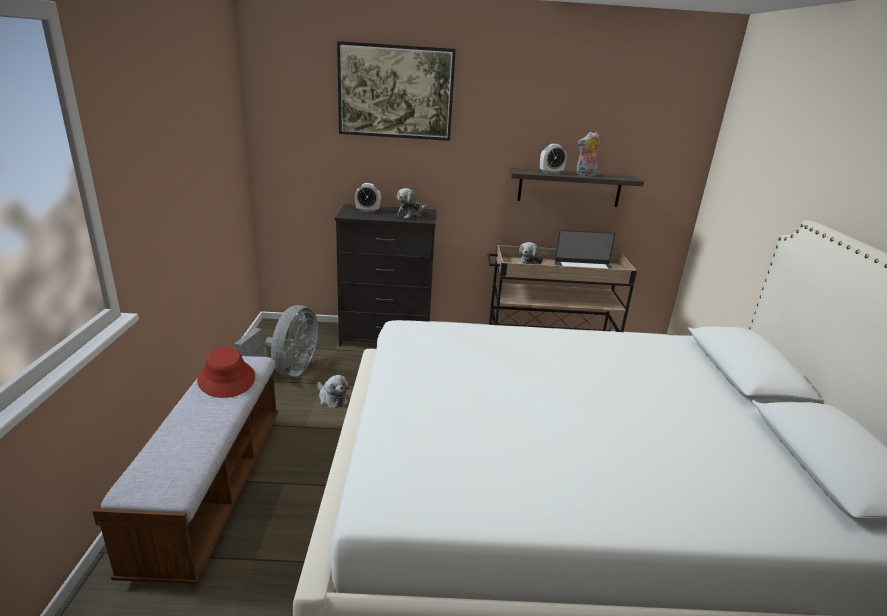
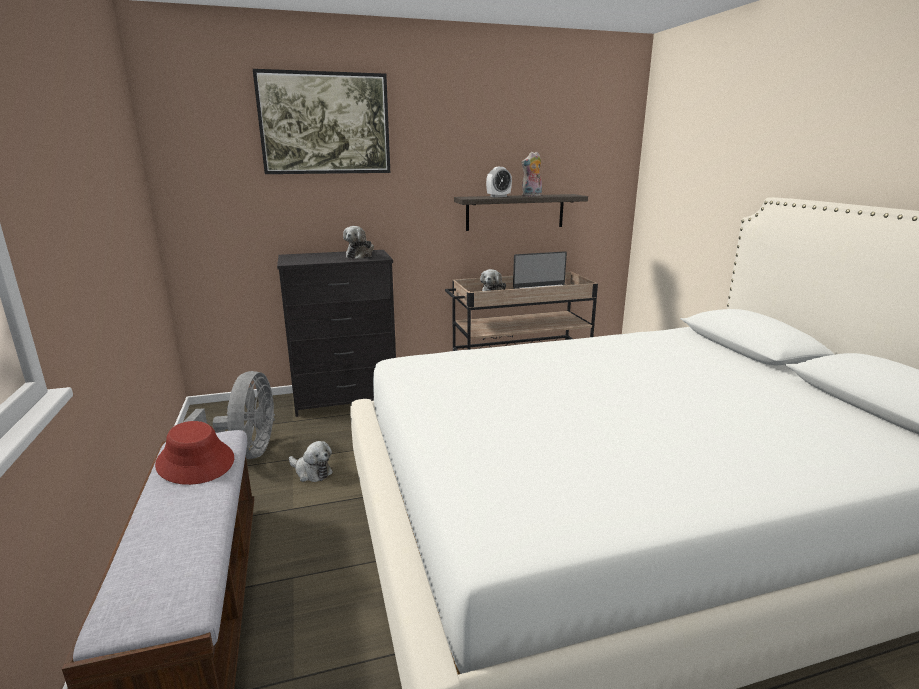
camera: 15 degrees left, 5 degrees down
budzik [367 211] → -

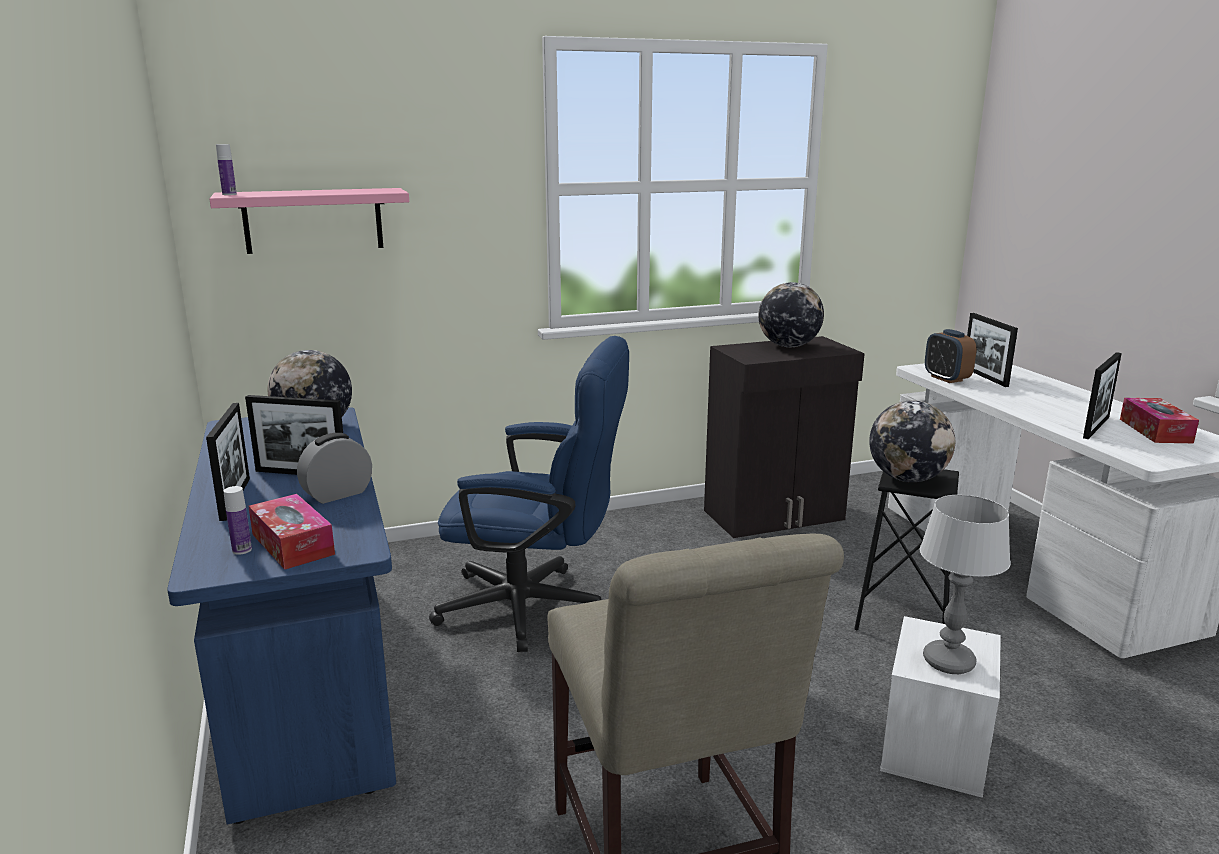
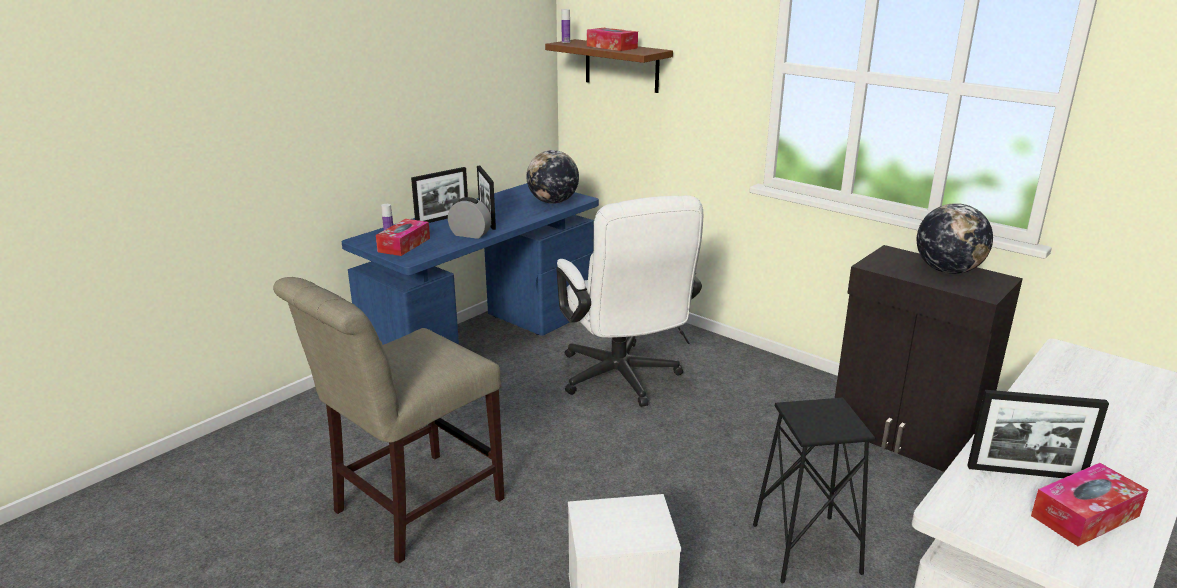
camera: 60 degrees right, 5 degrees up
półka/różowy [313 220] → półka/brązowy [621 66]
ramka na zdjęcie [985 377] → -
budzik [946 378] → -
krzesło biurowe/niebieski [536 608] → krzesło biurowe/biały [623 381]
globus [907 479] → -
lampa stołowa [947 661] → -
- → pudełko chusteczek [612 47]

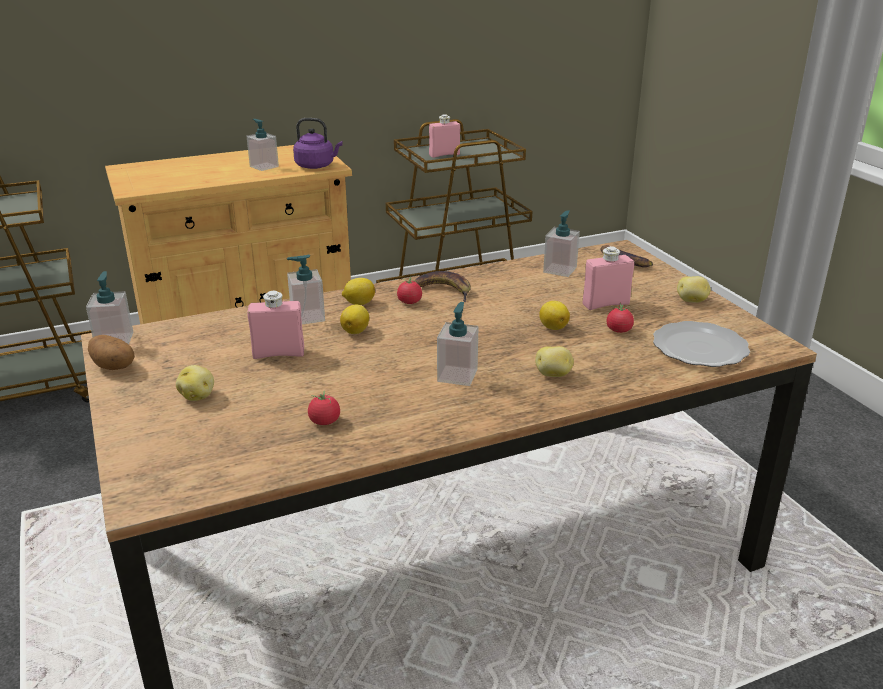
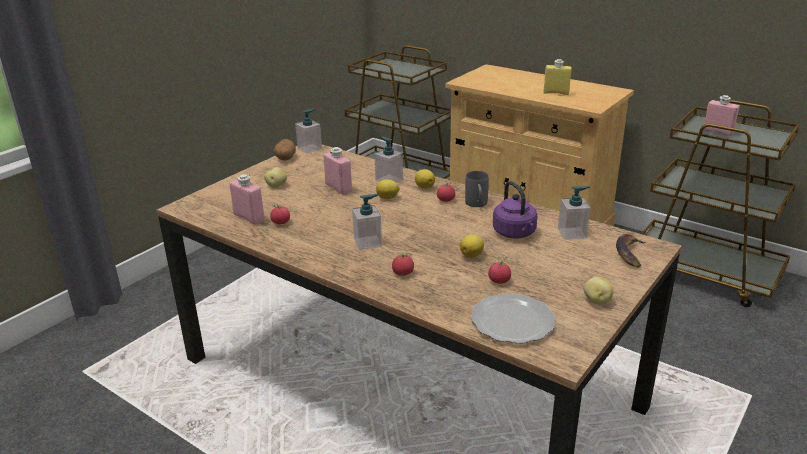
camera: 60 degrees right, 0 degrees up
czajnik/fioletowy [317 166] → czajnik/fioletowy [515 233], moved
dozownik mydła [264 166] → butelka/żółty [556 93]
butelka/różowy [605 304] → butelka/różowy [249 217], moved
banan [443 290] → kubek/szary [477 205]
ziemniak [553 375] → pomidor [403 273]

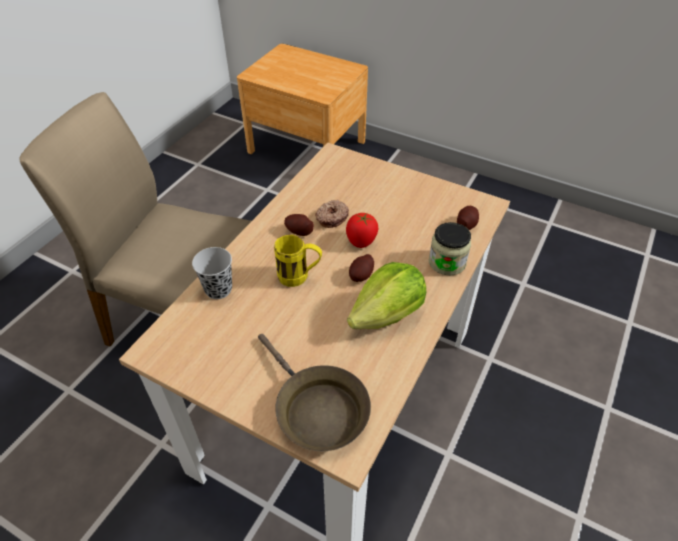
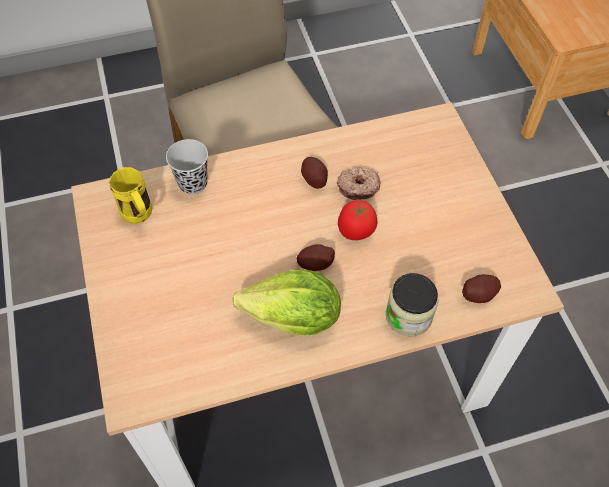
camera: 45 degrees right, 10 degrees up
kubek/żółty [299 278] → kubek/żółty [139 217], moved
patelnia/brązowy [317 409] → -

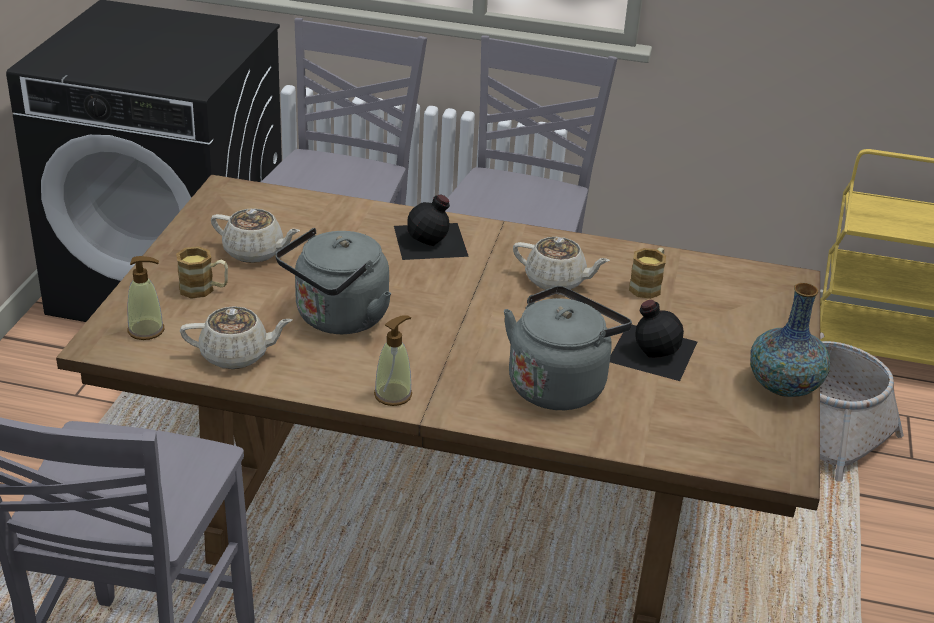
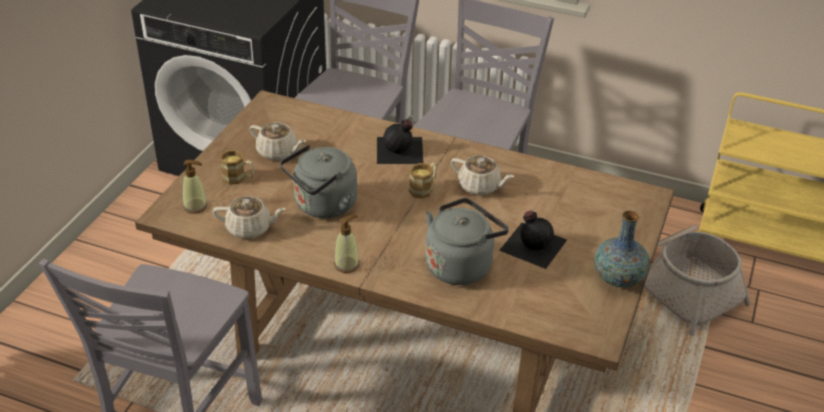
camera: 10 degrees right, 5 degrees up
kubek [648 285] → kubek [424 188], moved

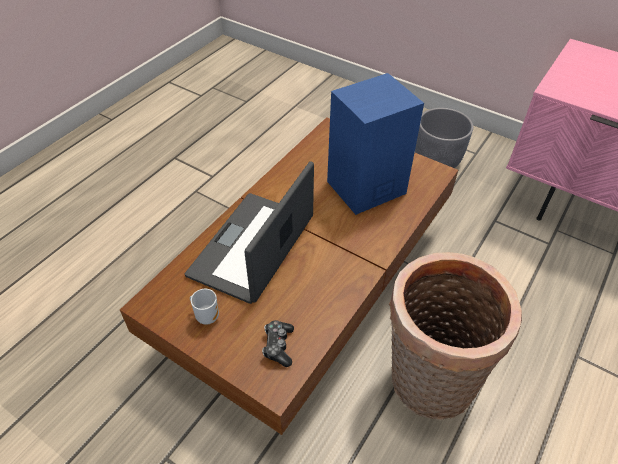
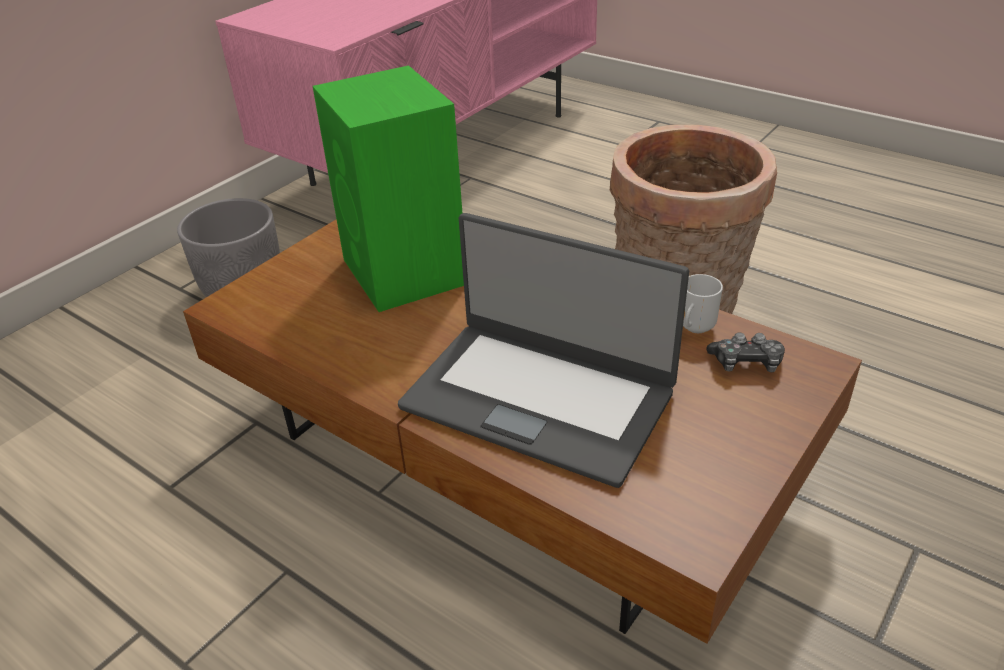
camera: 85 degrees left, 10 degrees down
głośnik/niebieski [364 188] → głośnik/zielony [405 273]
kubek [207 316] → kubek [693 328], moved

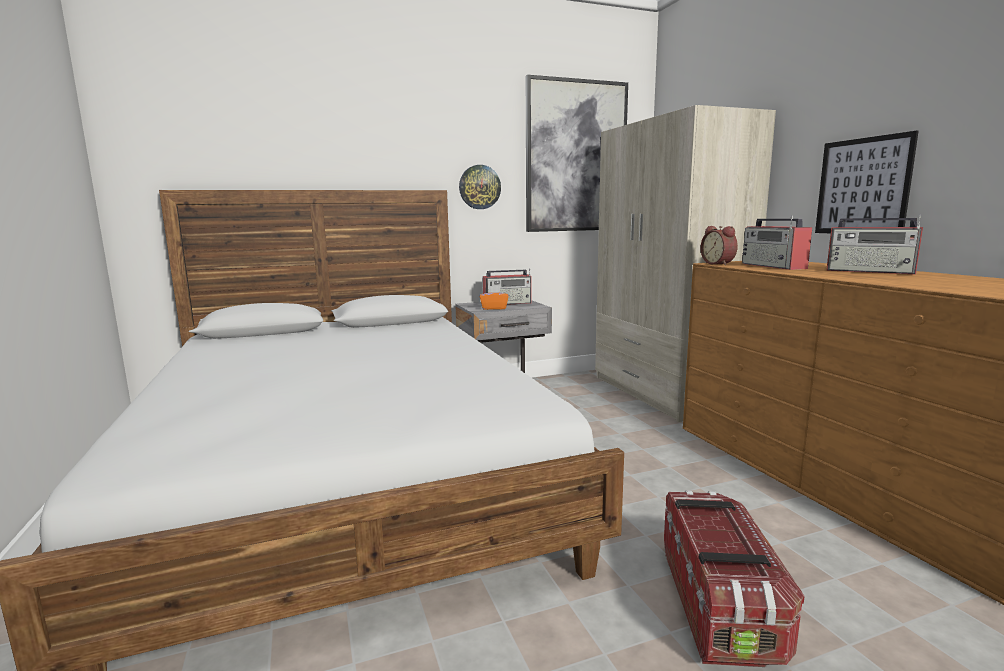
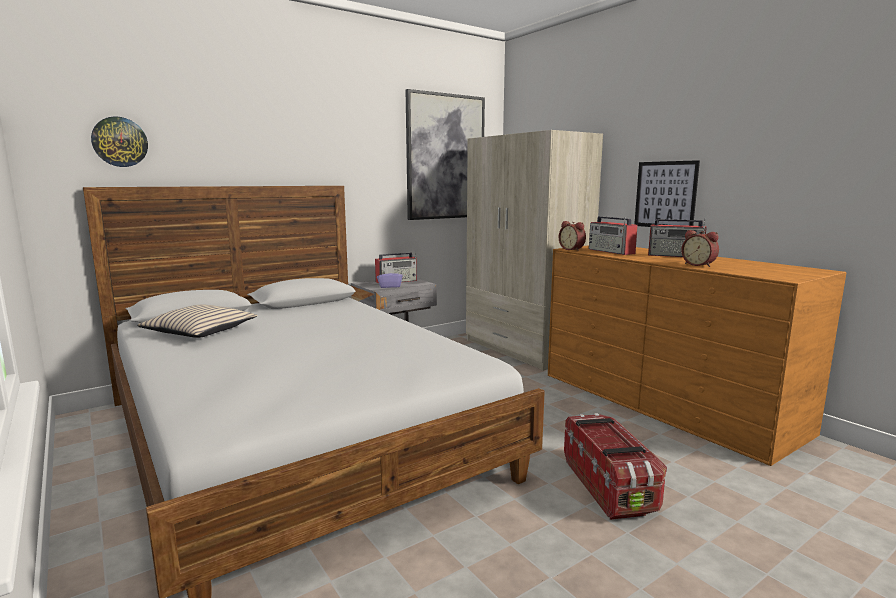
camera: 15 degrees left, 0 degrees up
zegar ścienny [479 187] → zegar ścienny [120 142], moved
pudełko chusteczek/pomarańczowy [494 308] → pudełko chusteczek/fioletowy [389 286]
- → budzik [699 265]
- → poduszka/beżowy [200 331]

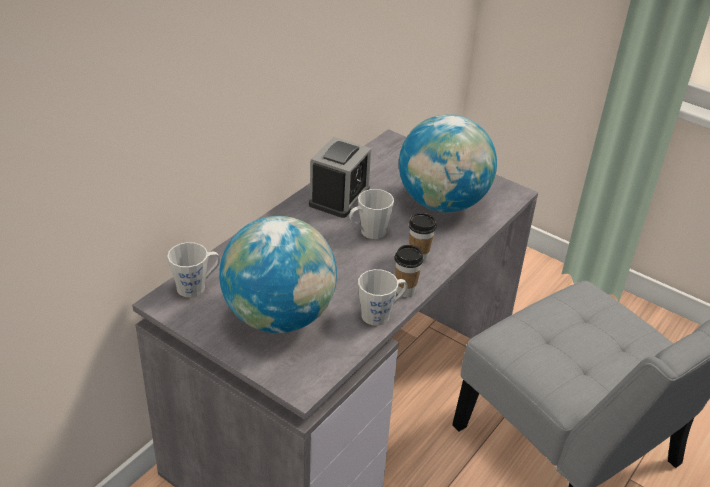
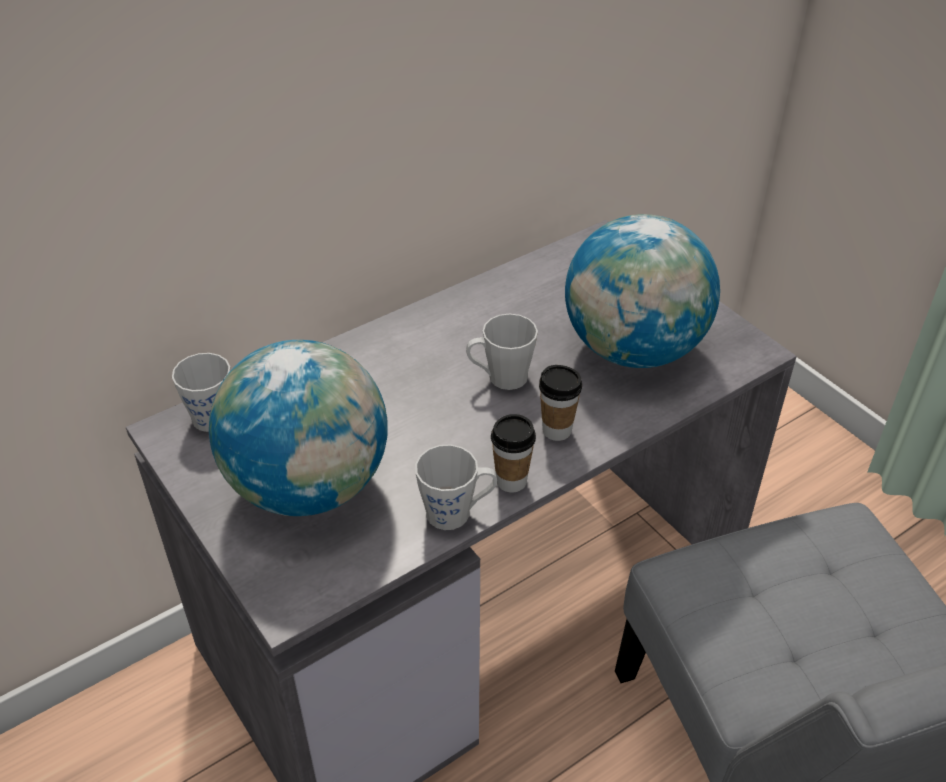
camera: 20 degrees right, 5 degrees up
budzik [339 197] → -

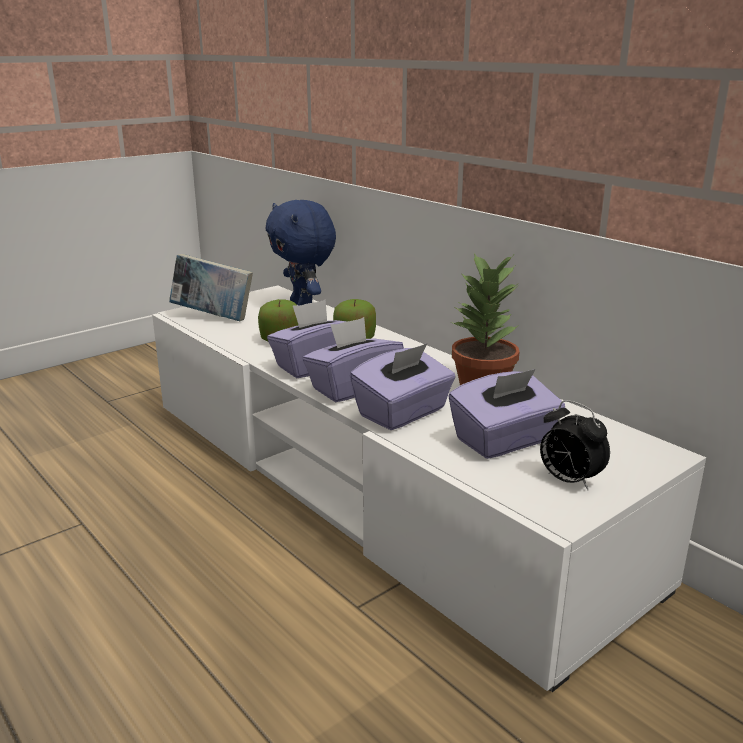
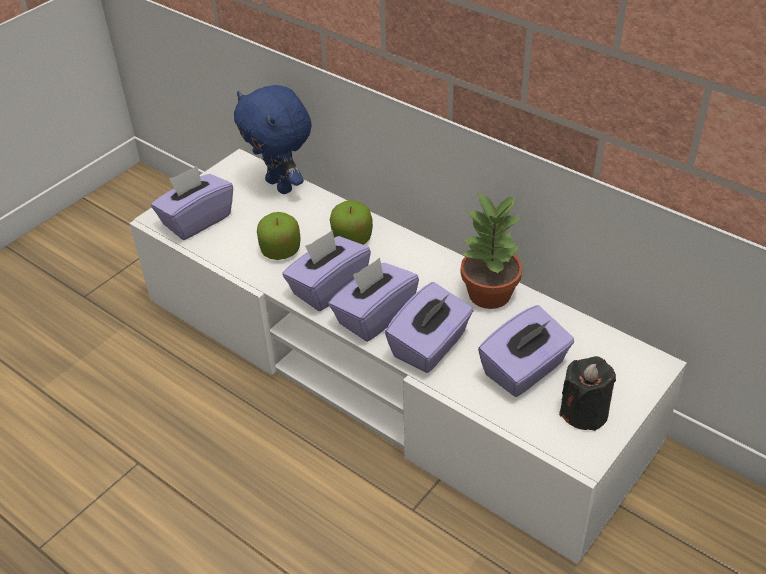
camera: 10 degrees left, 20 degrees up
książka [213 317] → pudełko chusteczek/fioletowy [196 220]
budzik [568 480] → świeca/czarny [584 412]

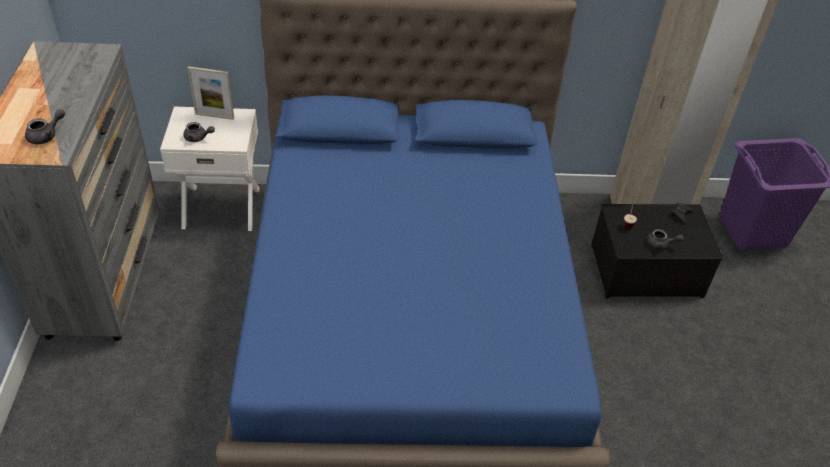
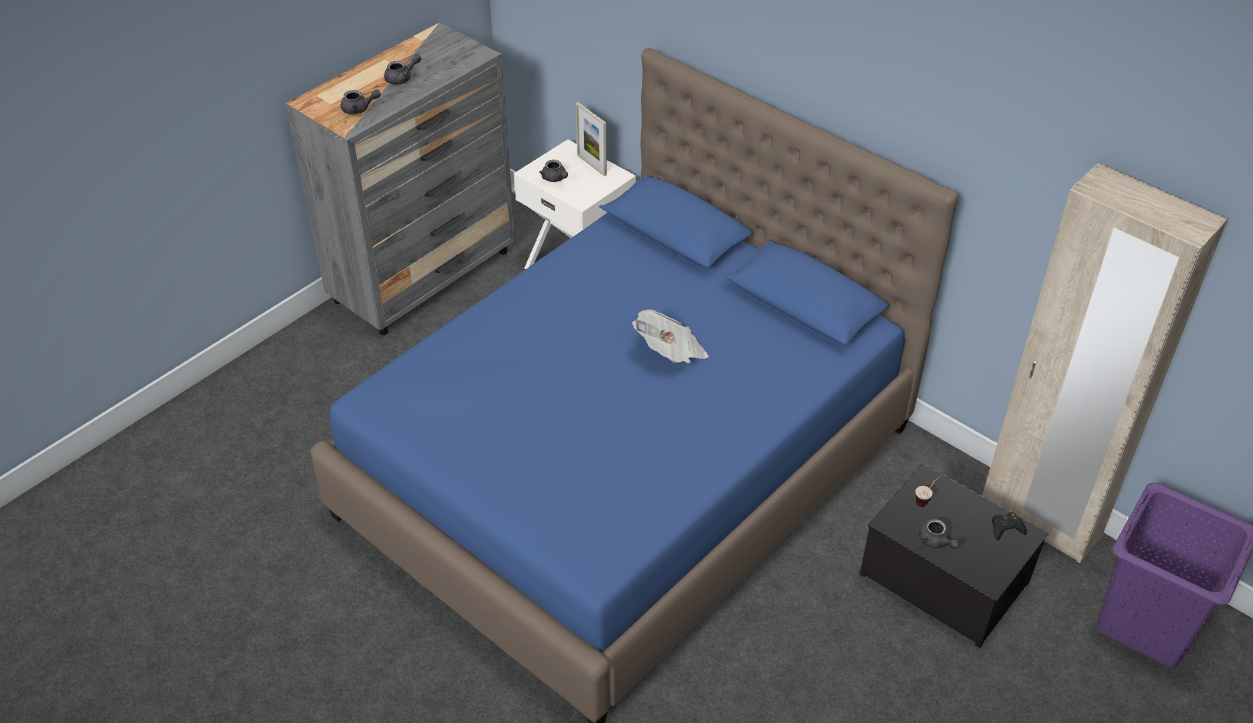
camera: 45 degrees right, 0 degrees up
- → imbryk/szary [402 78]
- → gazeta [670 352]

